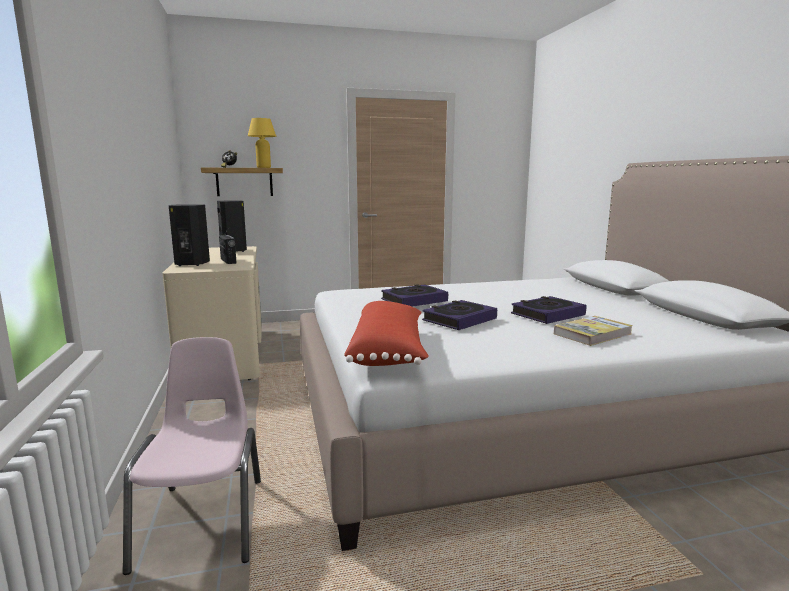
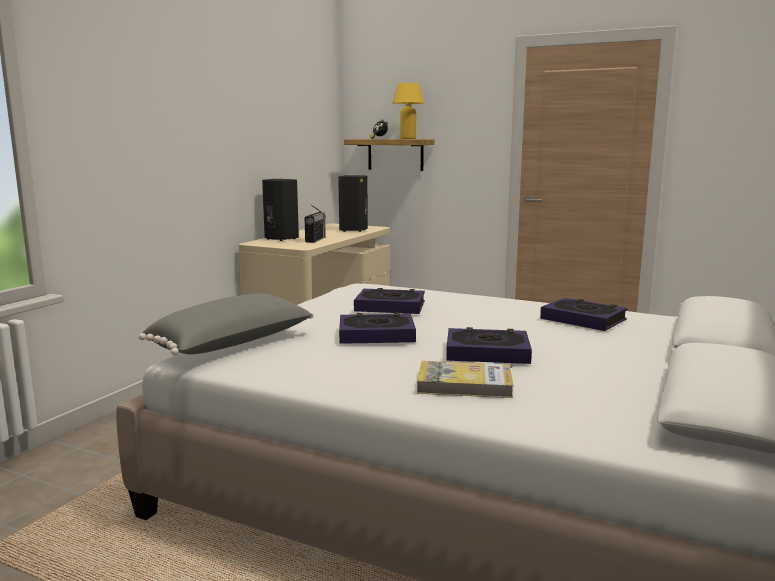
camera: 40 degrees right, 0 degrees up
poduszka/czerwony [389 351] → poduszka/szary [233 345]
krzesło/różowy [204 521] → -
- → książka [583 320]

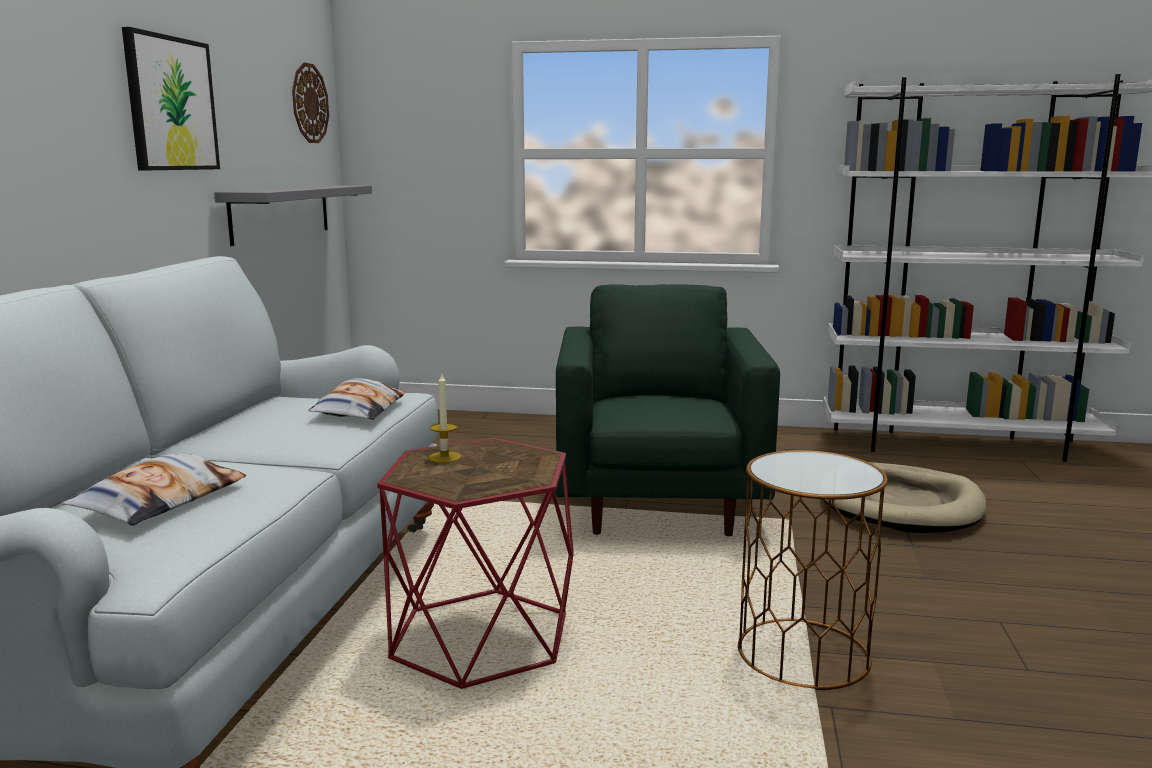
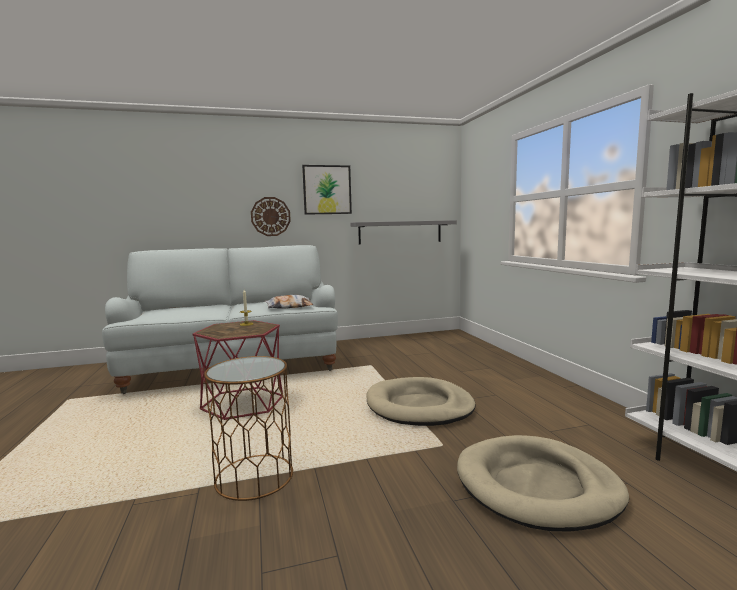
camera: 65 degrees right, 5 degrees down
zegar ścienny [309 103] → zegar ścienny [270 216], moved
fotel/zielony [658 505] → legowisko/beżowy [419 406]
poduszka [161 501] → -

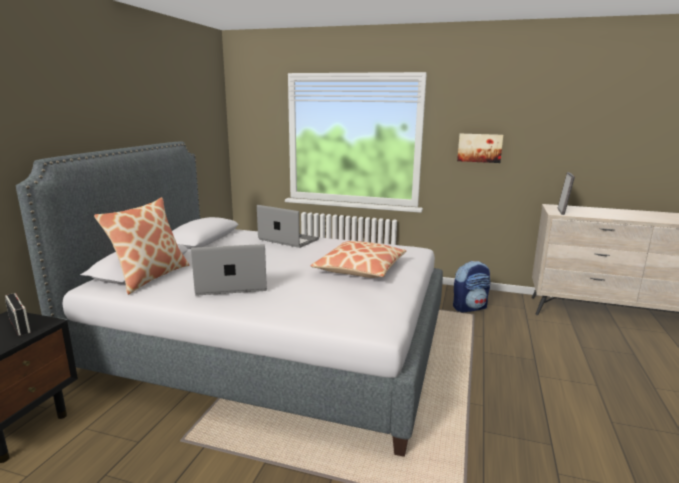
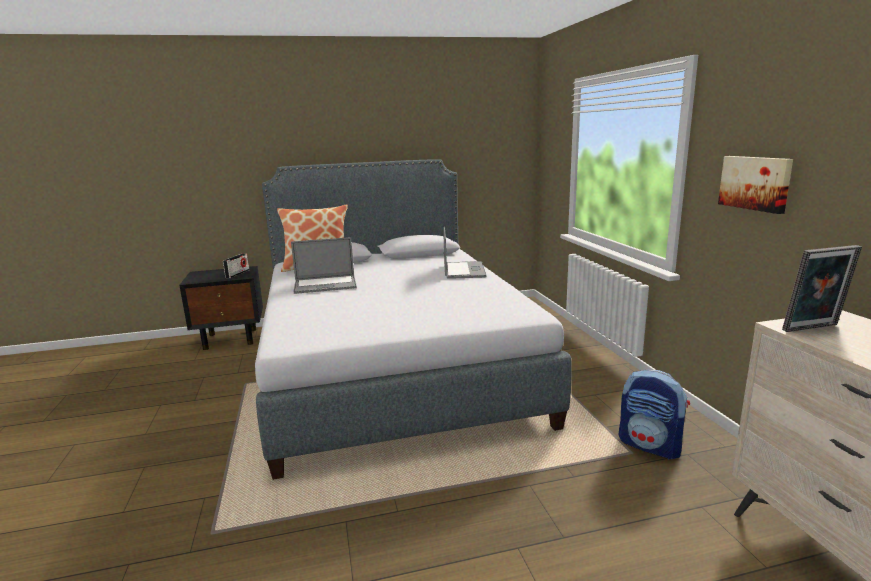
camera: 60 degrees right, 0 degrees up
poduszka [360 269] → -
laptop [232 285] → laptop [325 285], 120 degrees clockwise

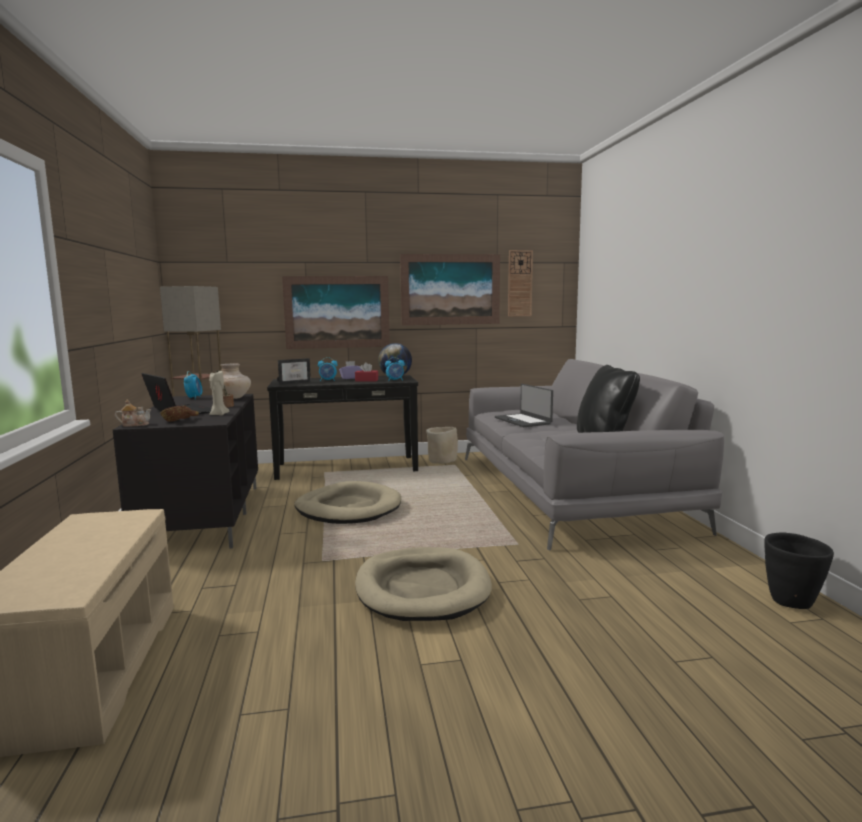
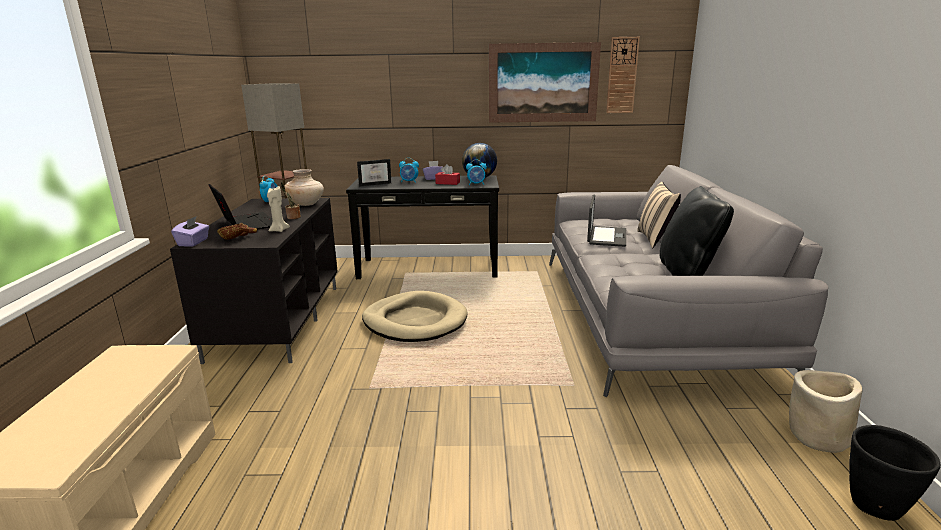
camera: 10 degrees right, 10 degrees up
obraz [337 312] → -
laptop [523 421] → laptop [606 237], 150 degrees counterclockwise
imbryk [135 425] → pudełko chusteczek/fioletowy [193 242]
donica/beżowy [442 460] → donica/beżowy [818 436], moved
legowisko/beżowy [422 589] → -
- → poduszka/beżowy [655 239]

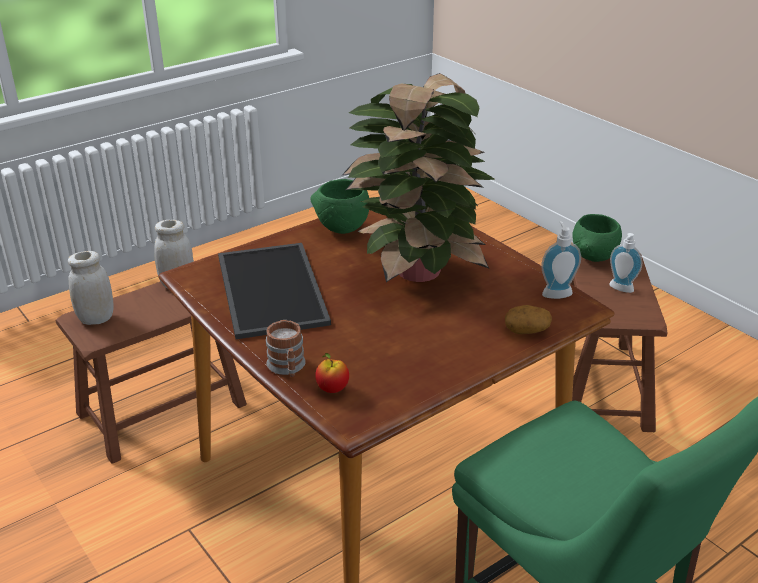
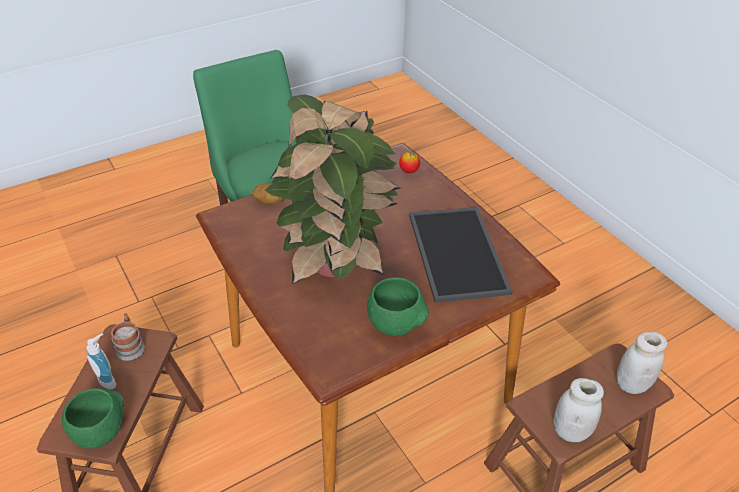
camera: 175 degrees left, 10 degrees up
dozownik mydła [556 292] → -
kubek [287 367] → kubek [130 346], moved

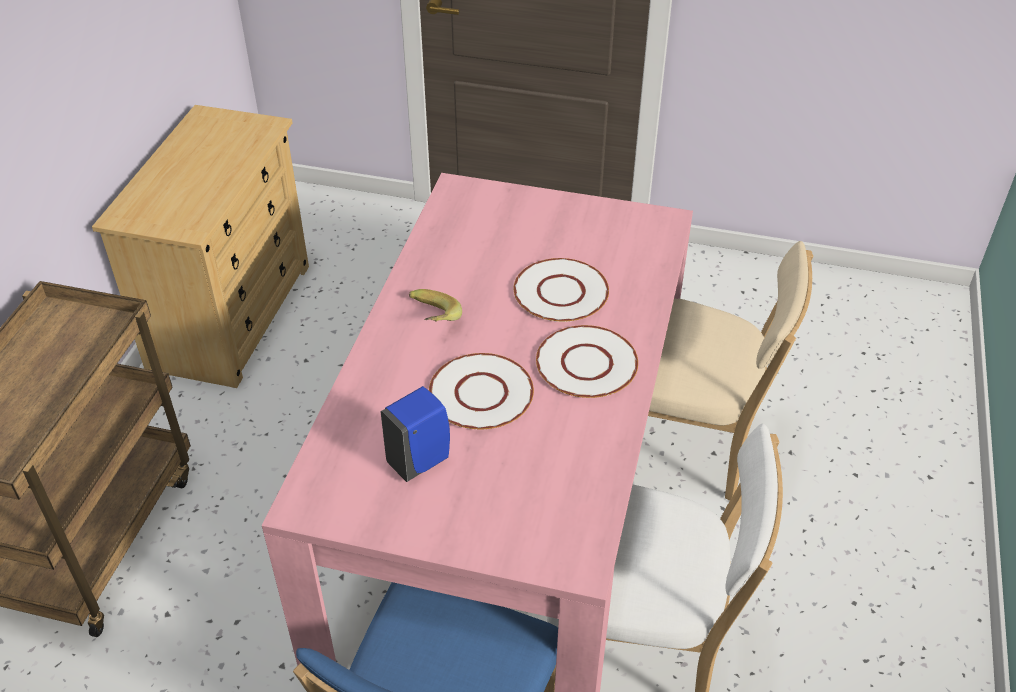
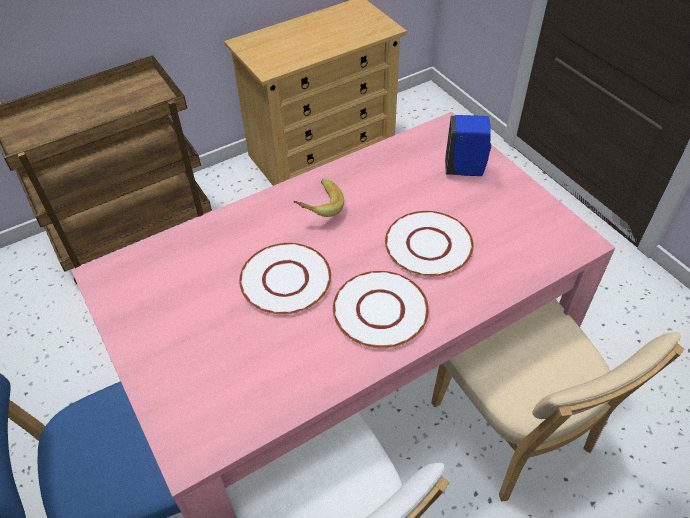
camera: 45 degrees right, 5 degrees up
dozownik mydła/niebieski [420 461] → dozownik mydła/niebieski [465 170], moved

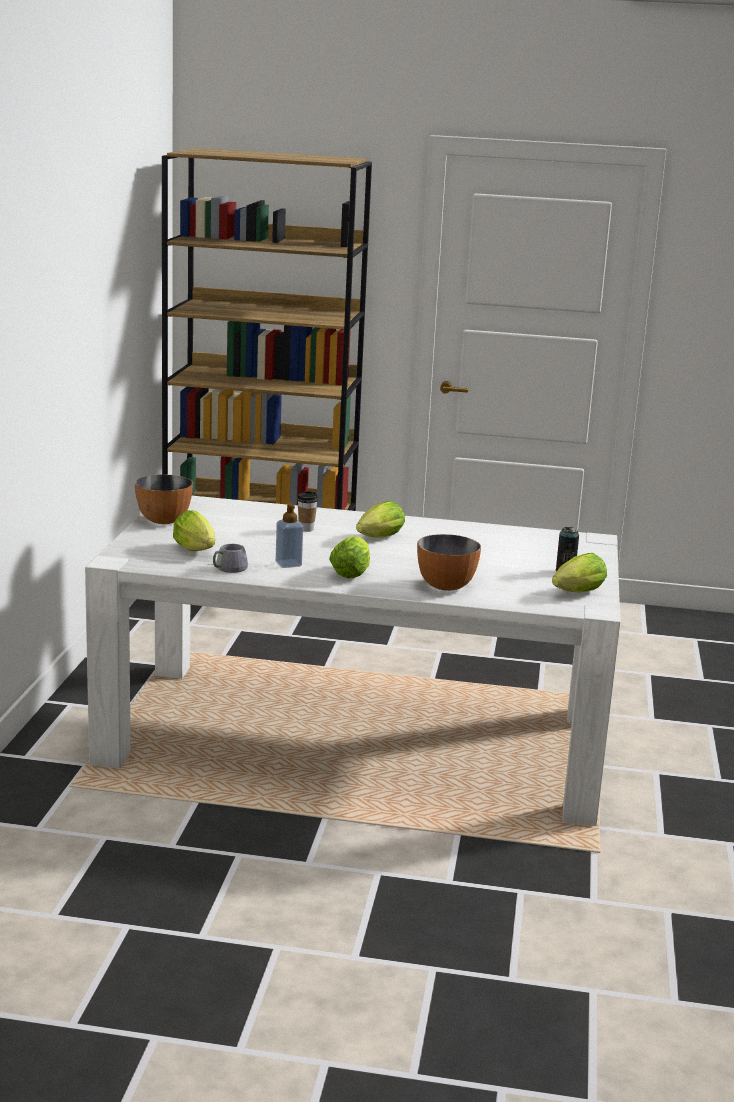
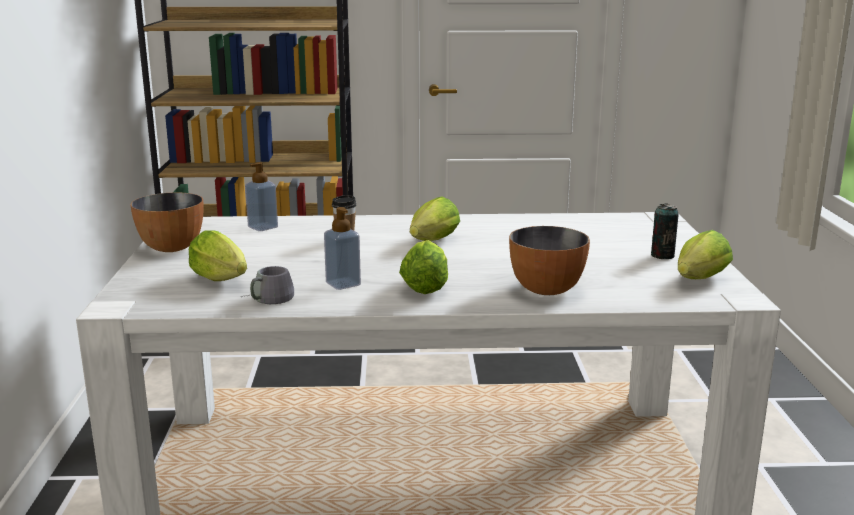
camera: 10 degrees left, 0 degrees up
- → dozownik mydła [263 227]

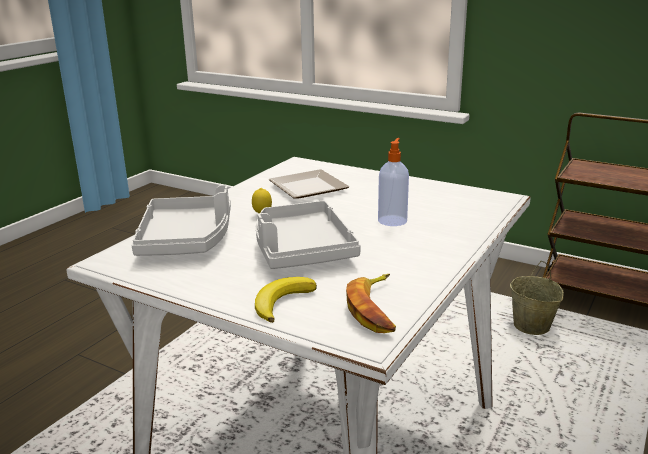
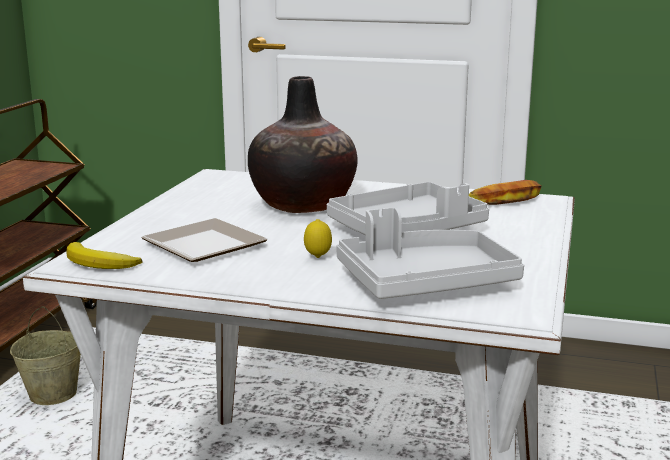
camera: 105 degrees left, 5 degrees down
dozownik mydła [392 220] → wazon [303 205]
banan [282 302] → banan [99 264], moved

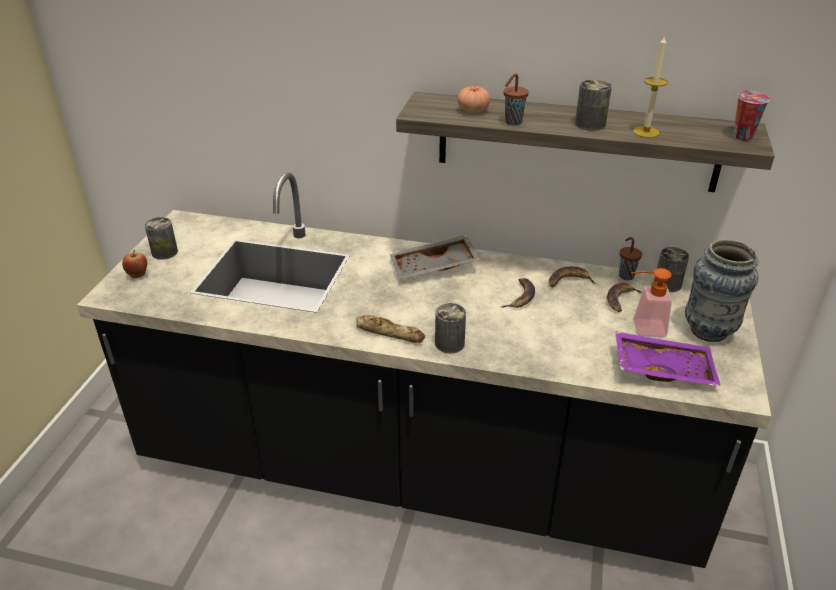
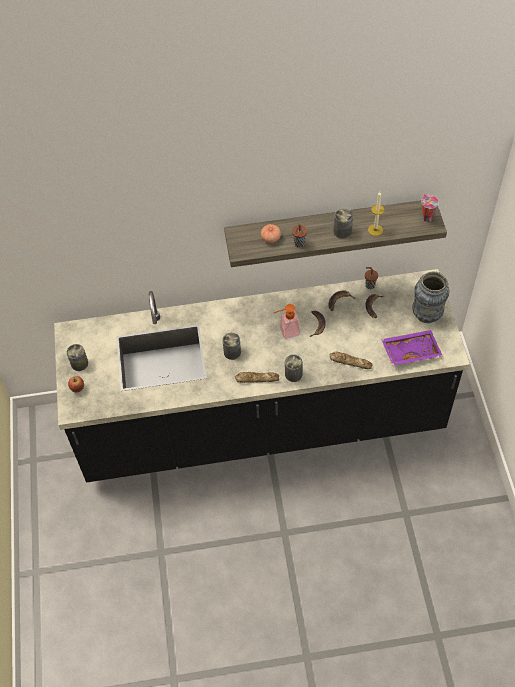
camera: 20 degrees left, 20 degrees up
taca/szary [434 268] → -
puszka [667 284] → puszka [232 352], moved
dozownik mydła [642 328] → dozownik mydła [286 332], moved
- → chleb [350 362]

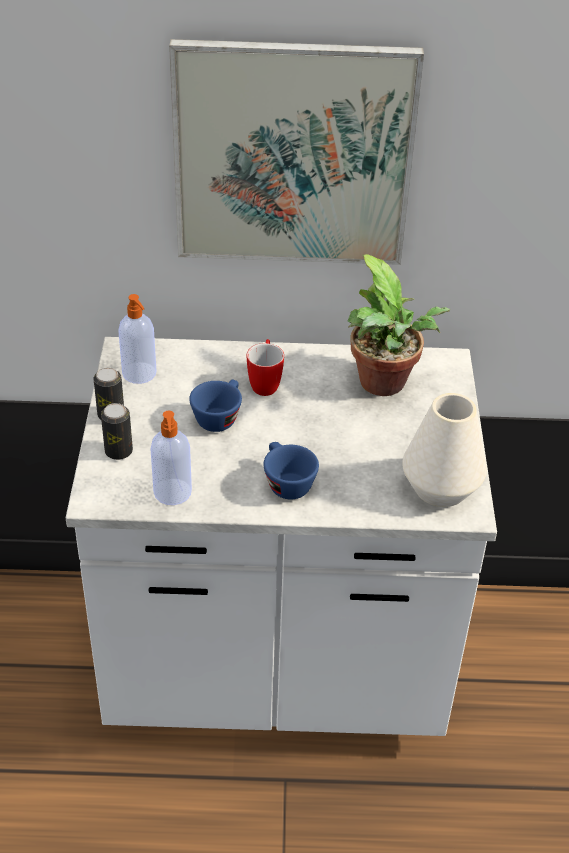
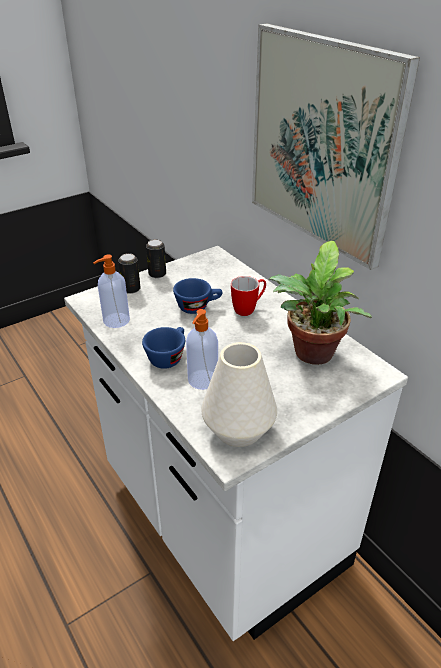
camera: 55 degrees right, 5 degrees down
dozownik mydła [140 374] → dozownik mydła [202 380], moved

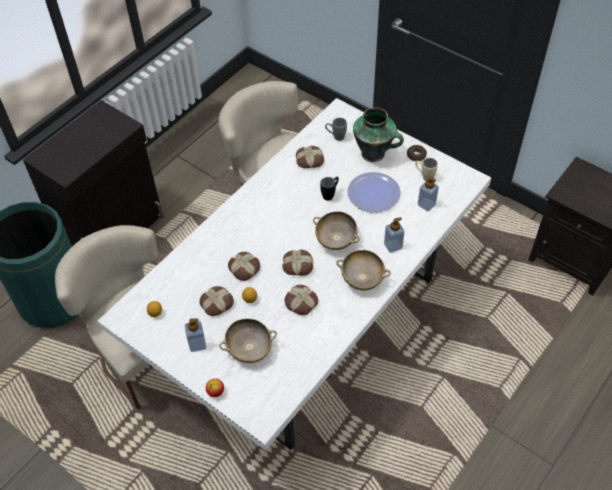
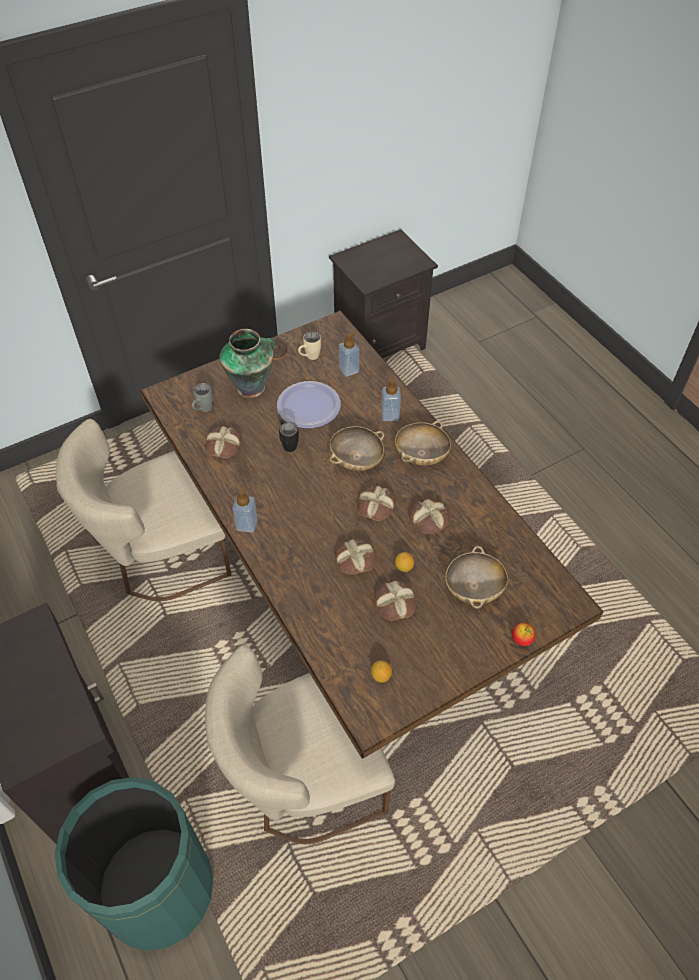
camera: 70 degrees left, 0 degrees up
stół jadalny/biały [308 325] → stół jadalny/brązowy [350 587]
dozownik mydła [197 344] → dozownik mydła [247 524], moved

